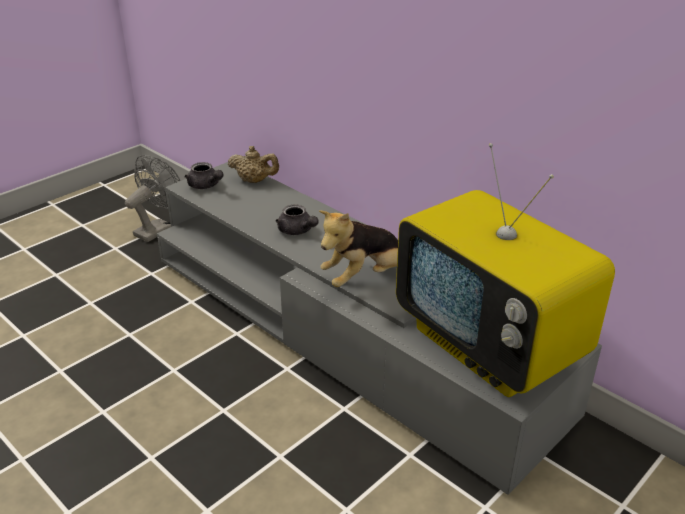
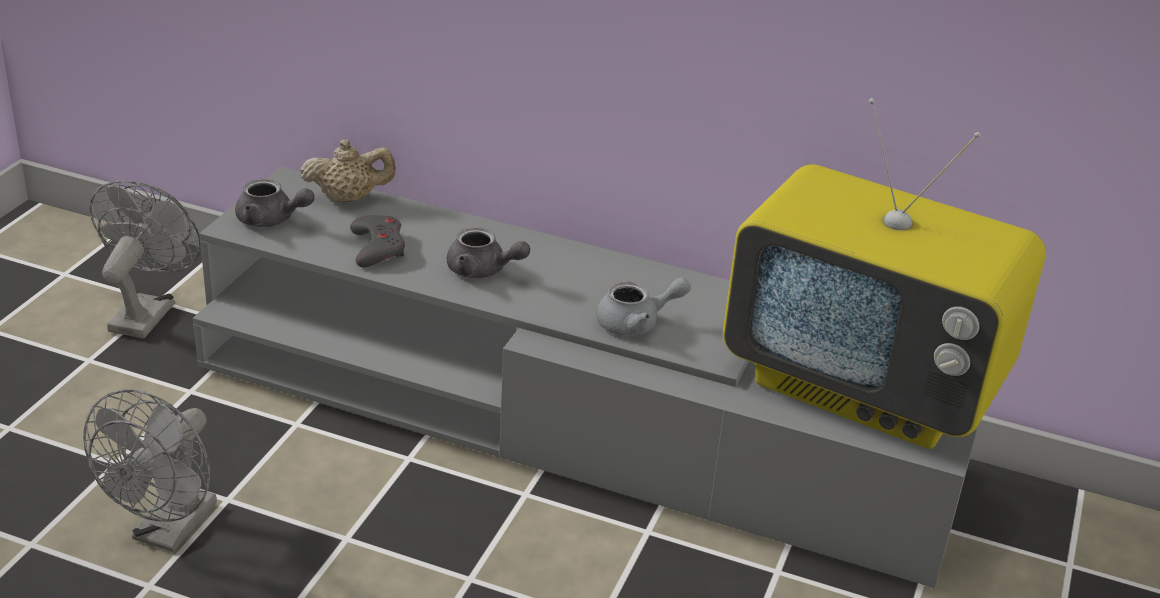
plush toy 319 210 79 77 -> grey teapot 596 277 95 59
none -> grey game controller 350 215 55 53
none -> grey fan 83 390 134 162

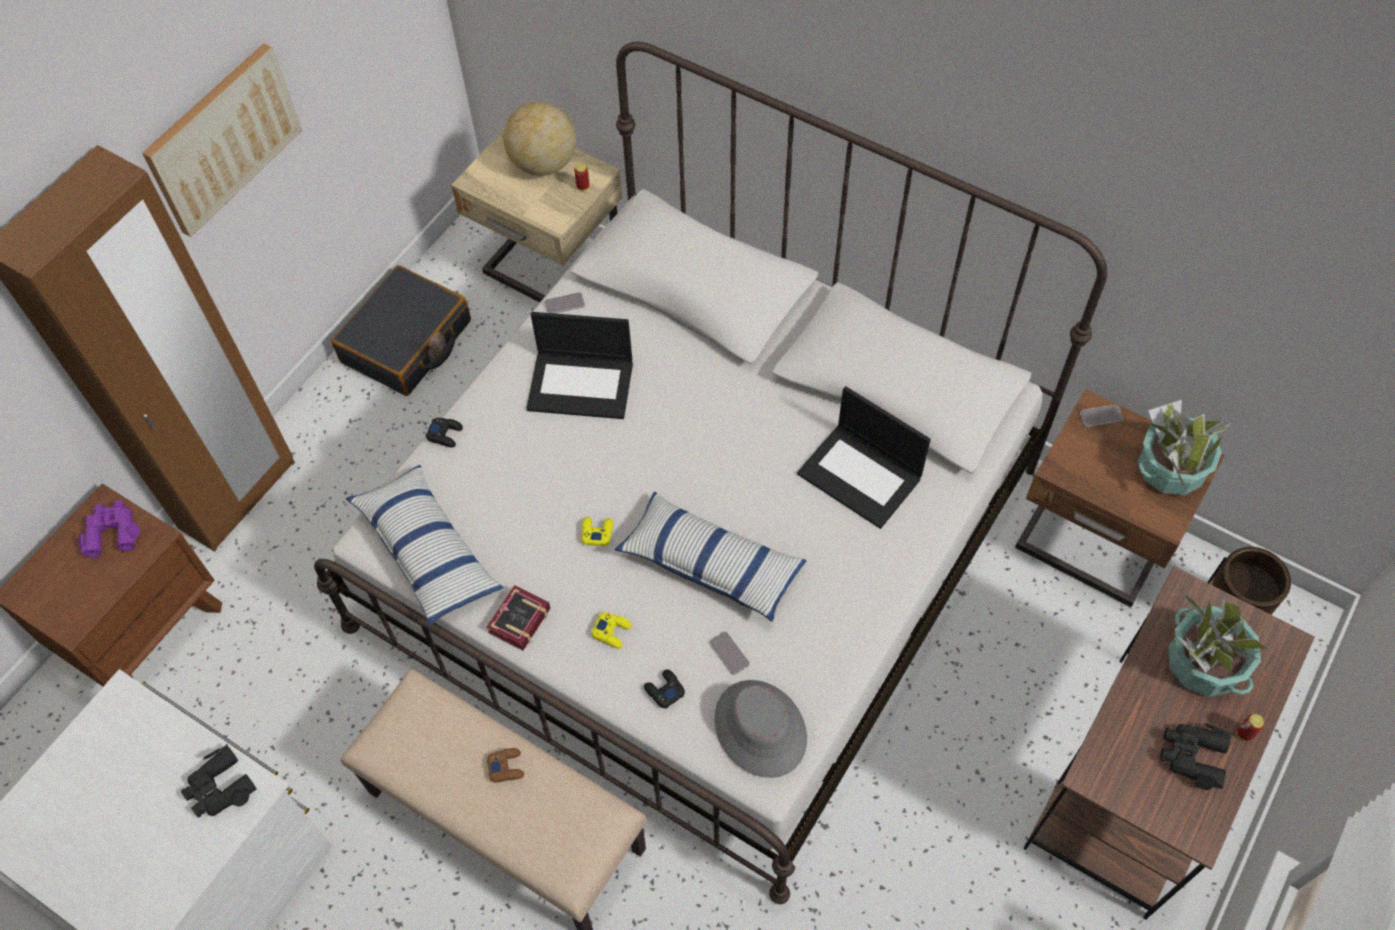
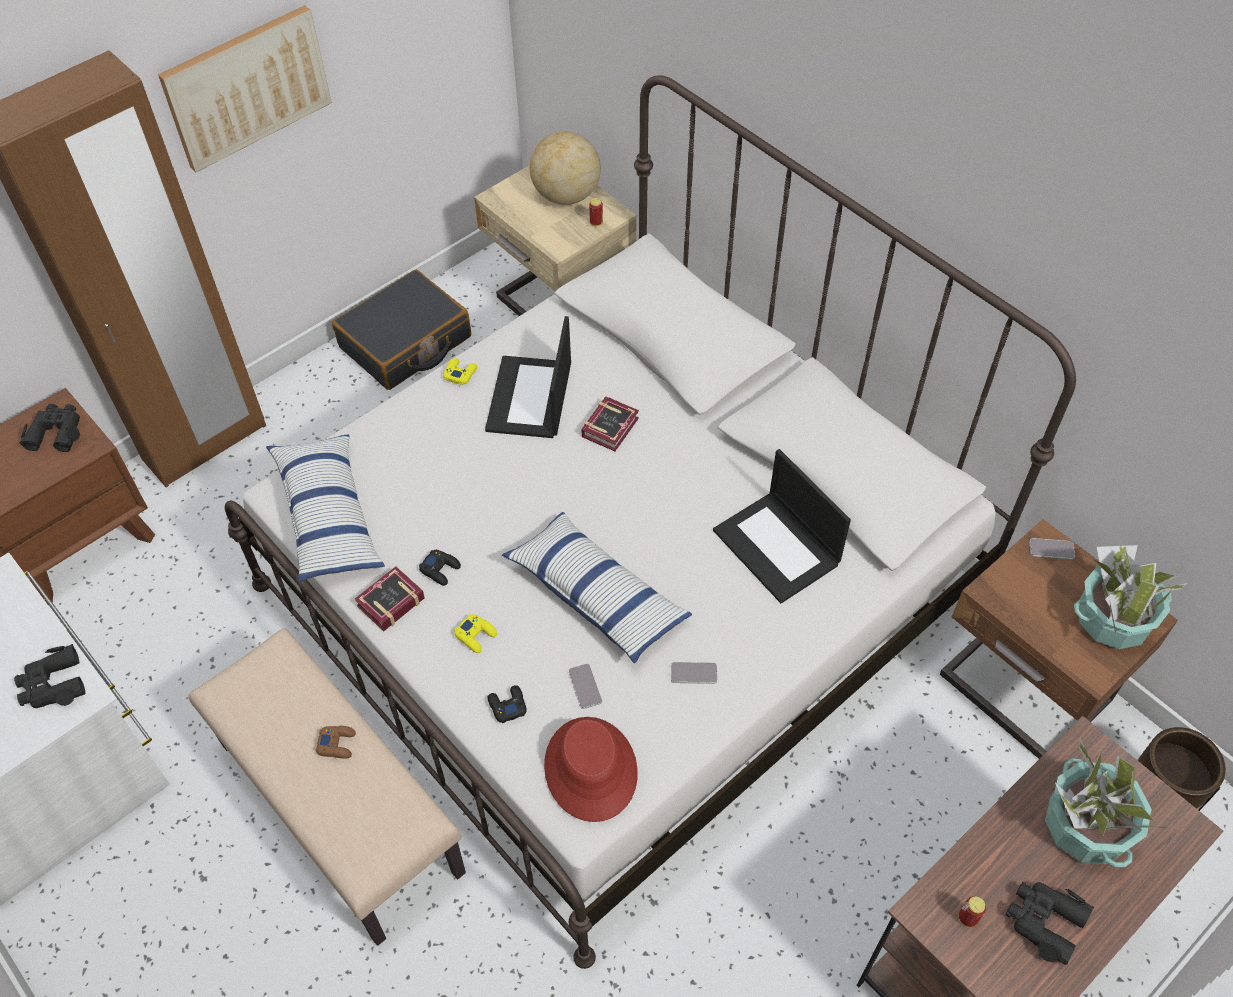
phone 545 292 40 22 -> phone 671 662 47 22, move
laptop 526 312 107 107 -> laptop 485 316 86 122, 75 degrees clockwise
black game controller 425 418 38 30 -> black game controller 419 550 42 36, move
purple binoculars 78 501 62 57 -> black binoculars 19 404 61 48
yellow game controller 581 517 32 29 -> yellow game controller 443 358 34 27, move
grey hat 714 680 93 98 -> red hat 544 717 94 105
can 1237 714 27 27 -> can 958 896 28 31, move
none -> book 582 396 57 55

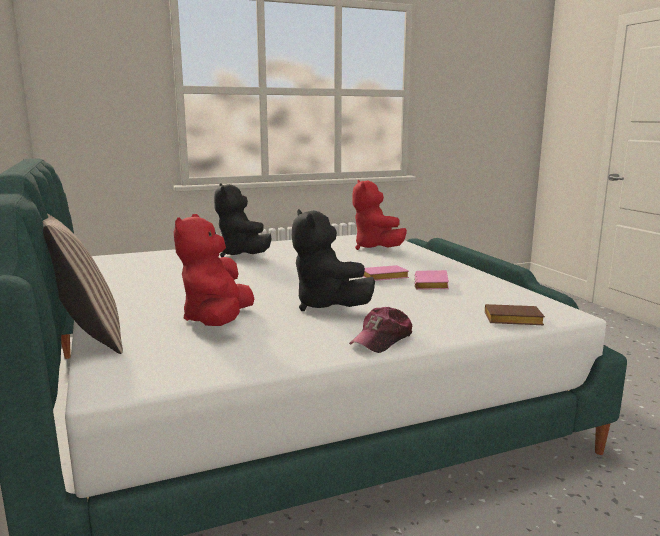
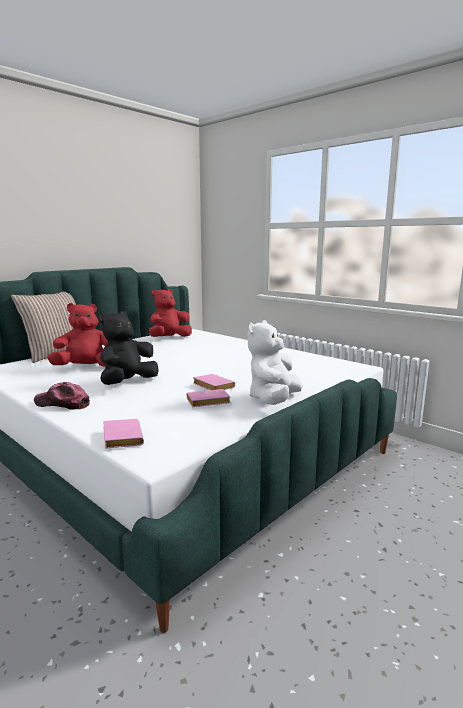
red plush toy 353 180 54 70 -> red plush toy 149 289 43 48, move
black plush toy 214 183 58 74 -> none
brown book 485 304 60 21 -> pink book 103 419 41 30
none -> white plush toy 247 320 56 85

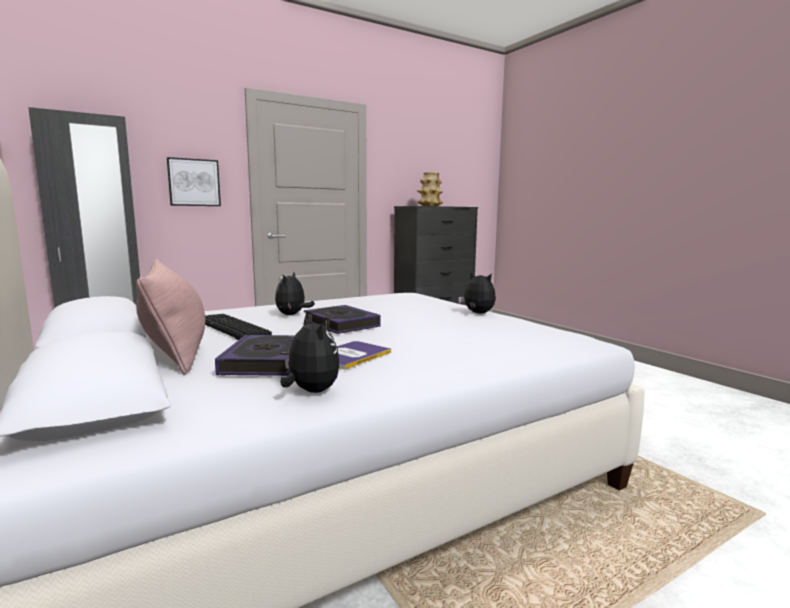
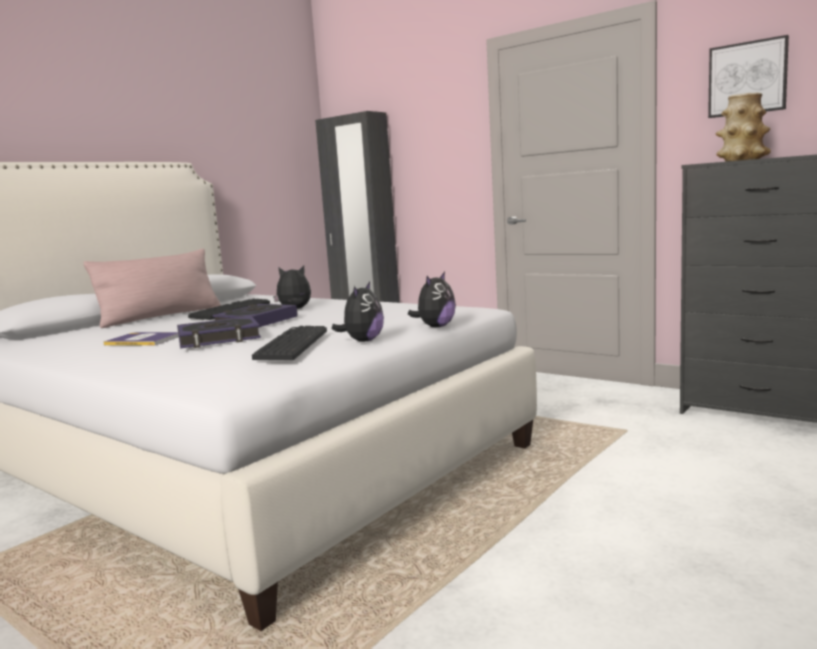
picture 167 157 54 49 -> picture 708 35 81 83, move
plush toy 280 315 60 78 -> plush toy 408 272 48 55, move
book 215 335 80 41 -> book 177 316 84 32, move
none -> keyboard 252 326 75 34

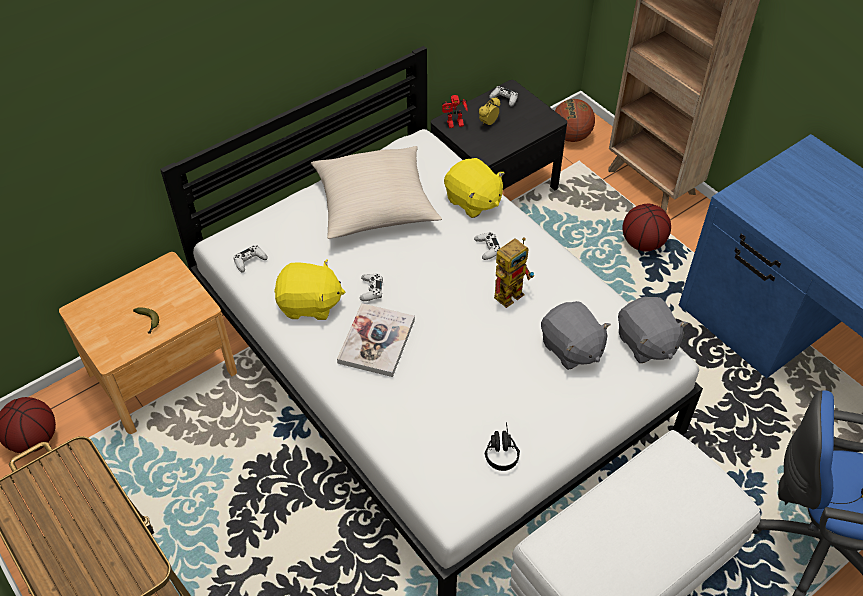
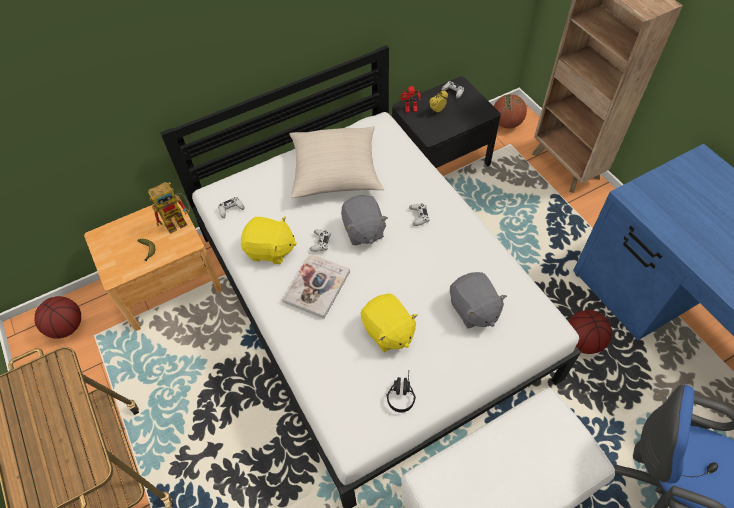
yellow plush toy 444 158 60 60 -> yellow plush toy 361 294 57 58, move
basketball 622 204 49 47 -> basketball 568 310 44 44, move
toy robot 494 237 41 71 -> toy robot 148 182 42 52, move
grey plush toy 618 297 70 66 -> grey plush toy 341 195 47 50, move

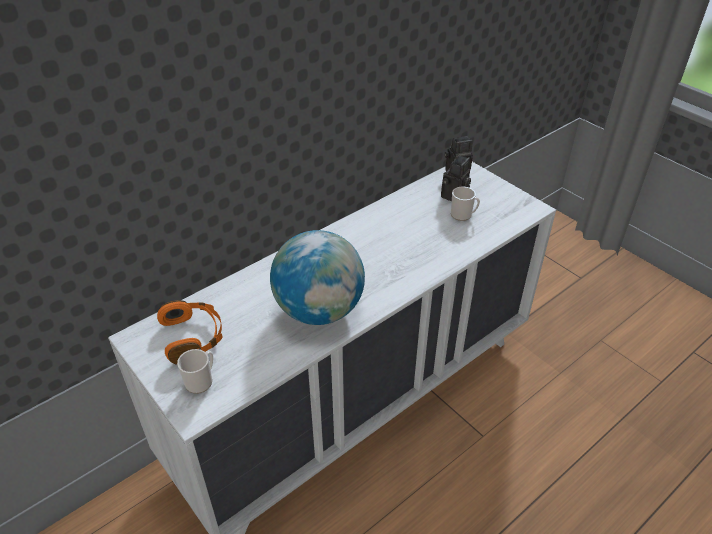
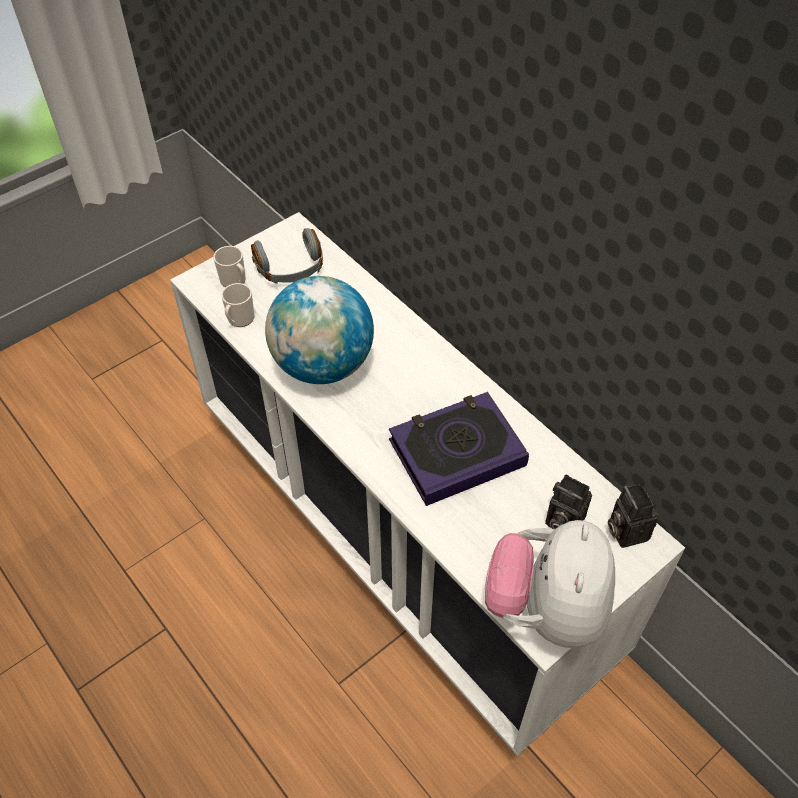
mug 451 186 29 35 -> mug 221 283 34 44, move
orange headphones 157 300 66 65 -> grey headphones 251 228 72 56
none -> book 389 392 140 114
none -> plush toy 485 520 130 128

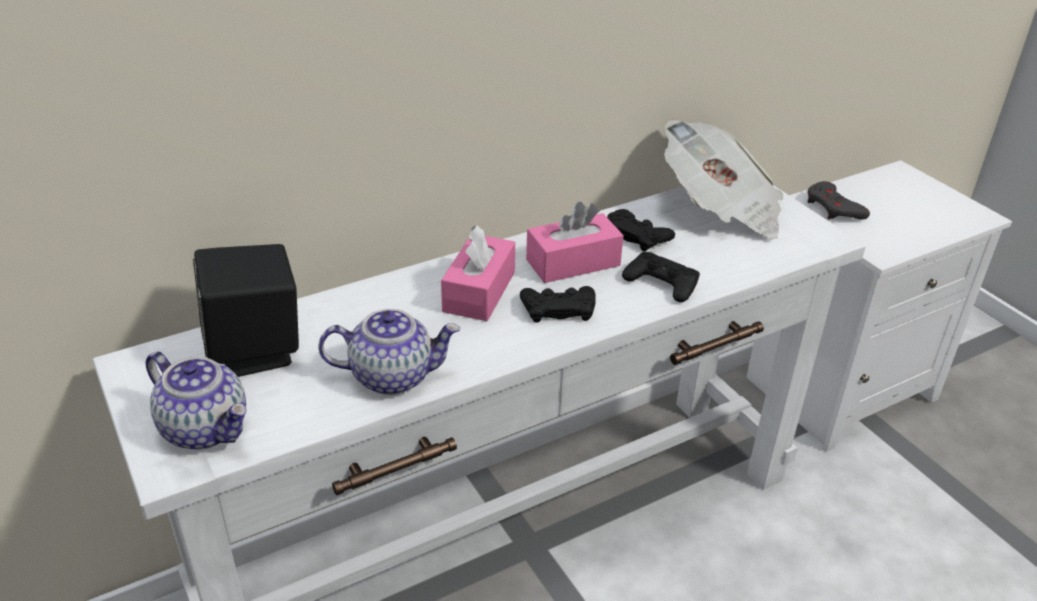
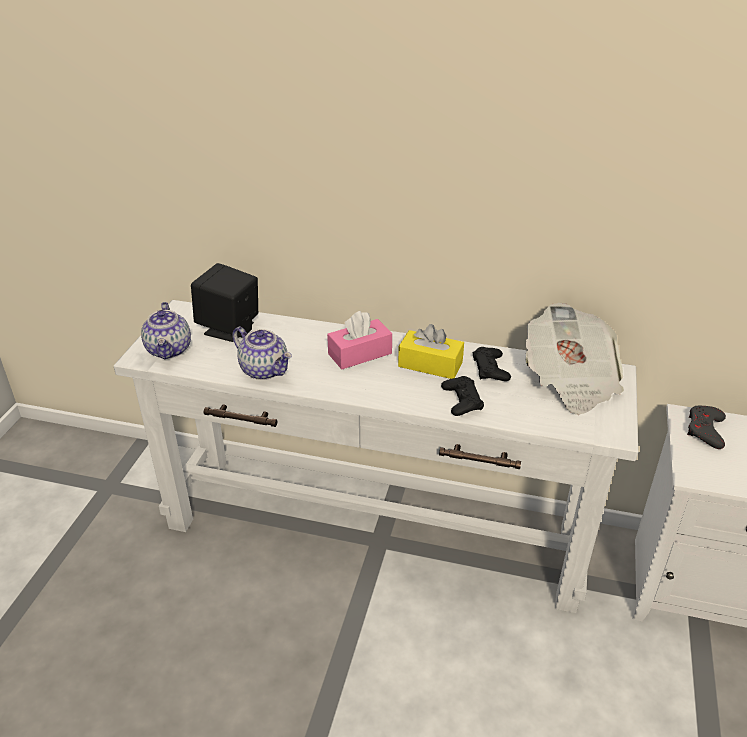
pink tissue box 526 202 97 81 -> yellow tissue box 398 324 66 55
black game controller 520 286 76 37 -> none

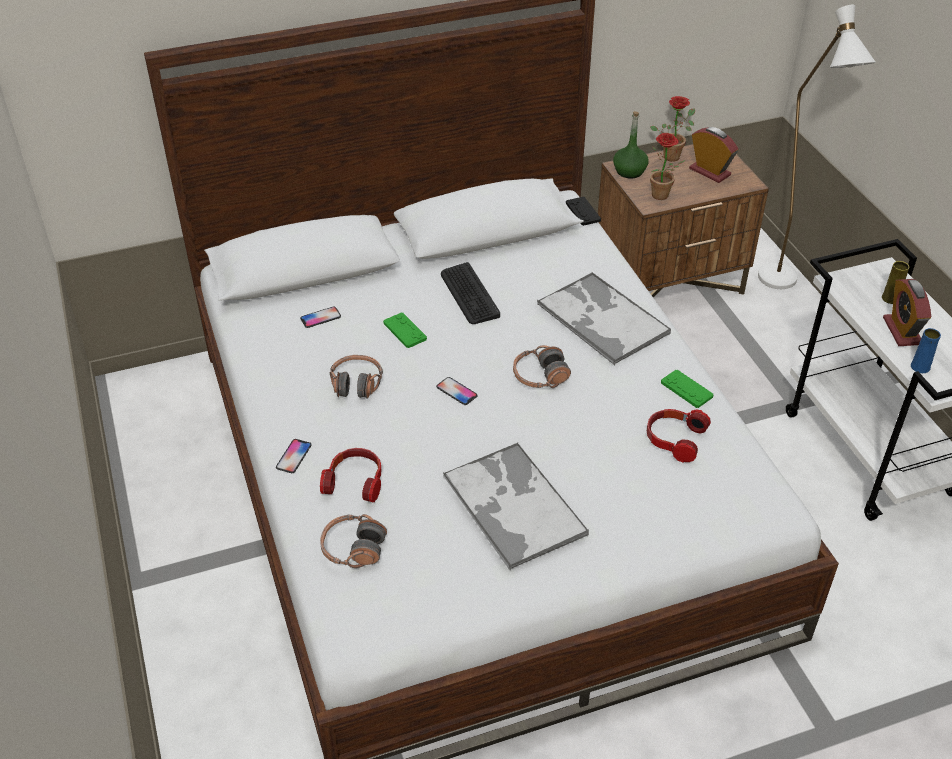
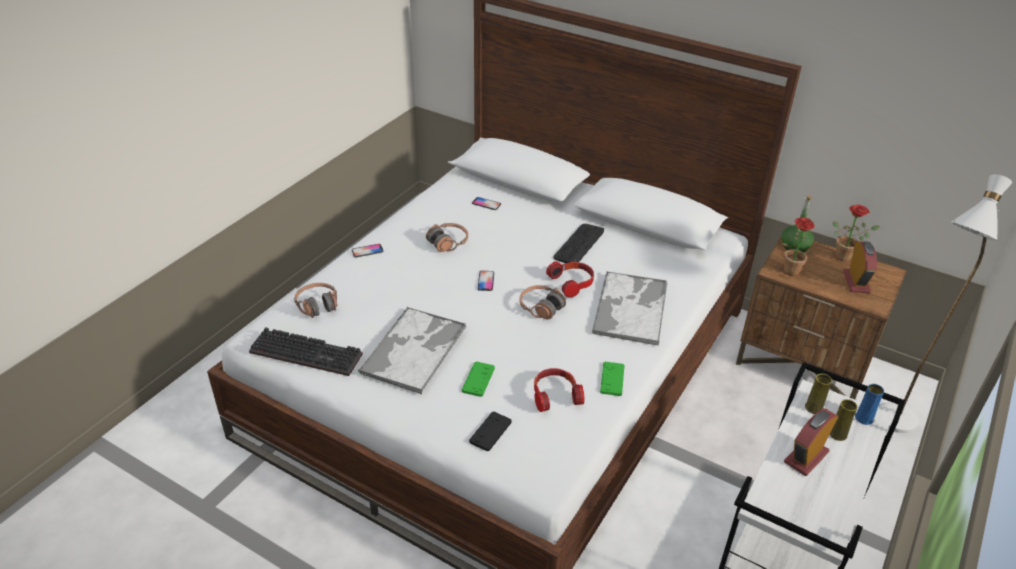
black game controller 566 197 35 29 -> black game controller 469 412 43 40, move
green game controller 383 312 44 36 -> green game controller 462 361 33 36, move
blue vase 911 328 30 45 -> blue vase 855 384 29 41, move
headphones 320 448 61 54 -> headphones 546 261 48 37, move
none -> keyboard 249 327 114 49
none -> yellow vase 805 374 27 40

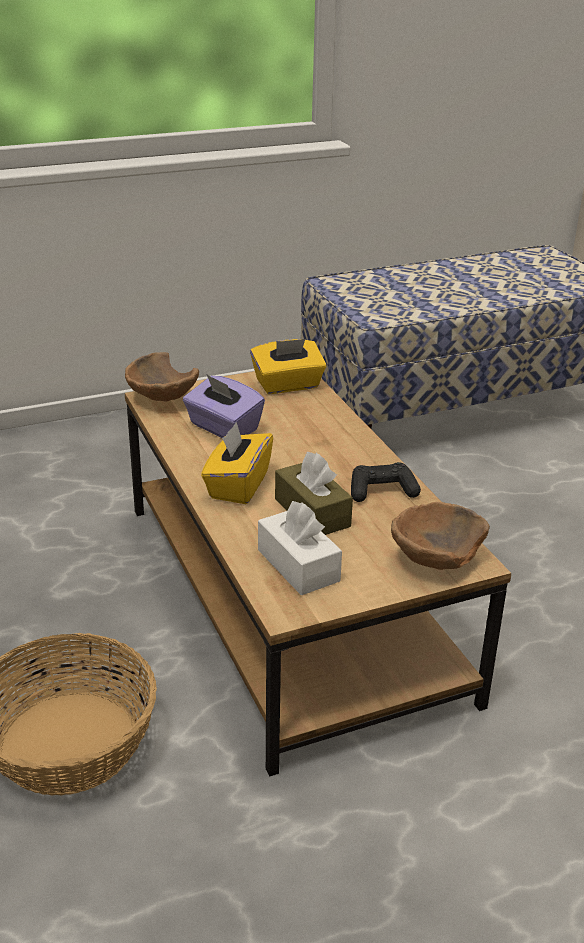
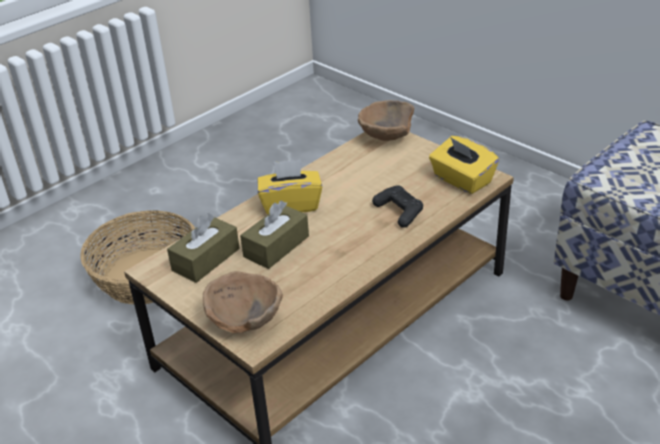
purple tissue box 183 375 82 63 -> none
black game controller 351 462 70 40 -> black game controller 372 185 51 43, move
white tissue box 258 501 84 94 -> brown tissue box 167 213 73 70

